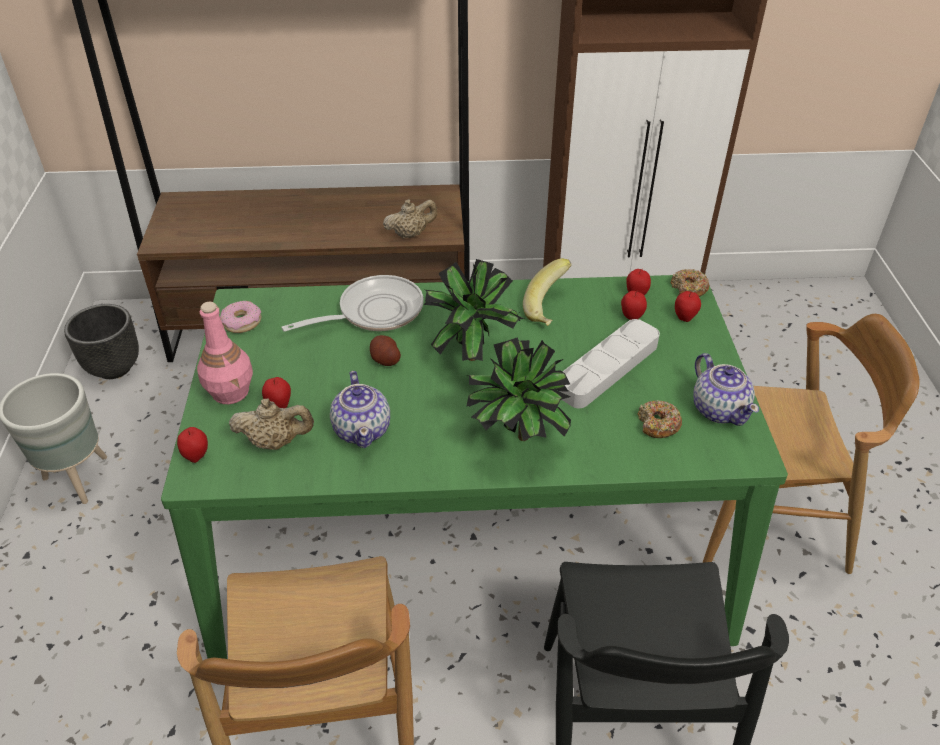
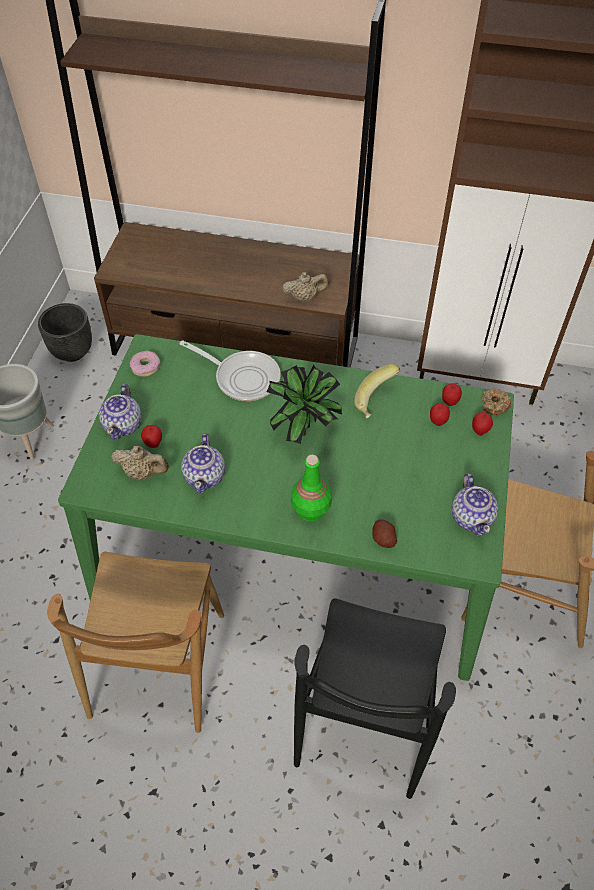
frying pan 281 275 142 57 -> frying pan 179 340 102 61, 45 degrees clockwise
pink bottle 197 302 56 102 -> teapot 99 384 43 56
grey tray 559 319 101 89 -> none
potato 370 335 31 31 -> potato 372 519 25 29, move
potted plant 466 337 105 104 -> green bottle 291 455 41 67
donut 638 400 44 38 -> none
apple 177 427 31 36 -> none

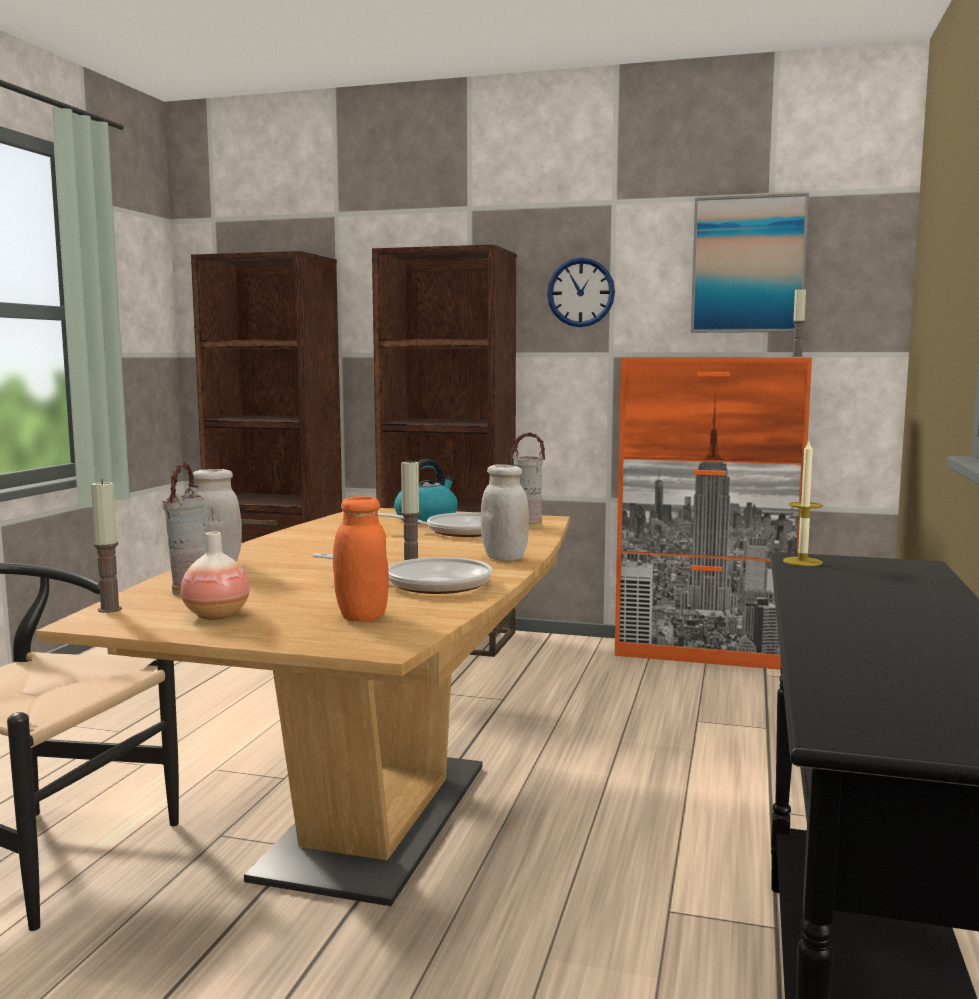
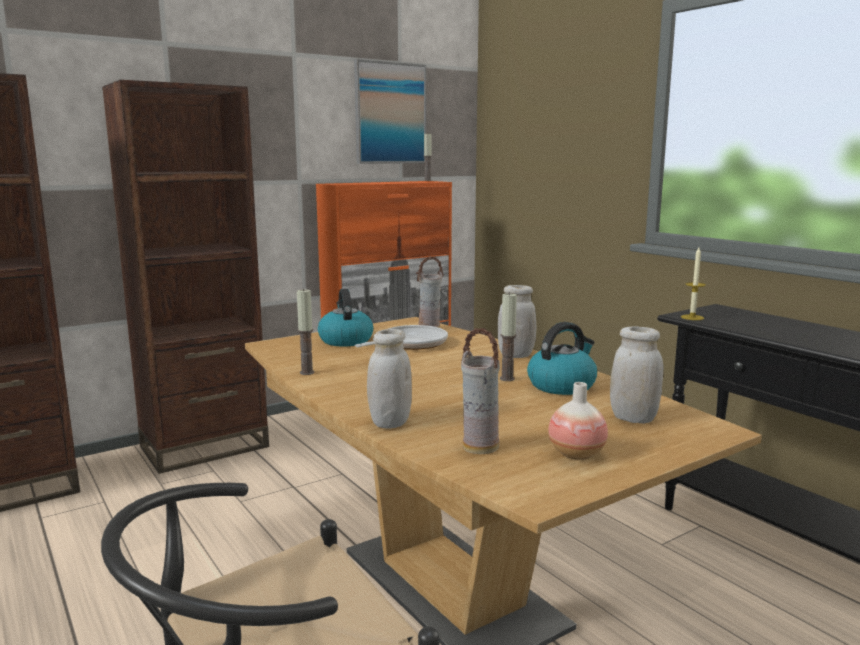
wall clock 547 258 68 69 -> none
candle 91 479 31 134 -> candle 297 288 18 87, move
orange jar 333 496 56 126 -> white jar 610 326 53 97
frying pan 313 553 179 41 -> kettle 527 322 70 73

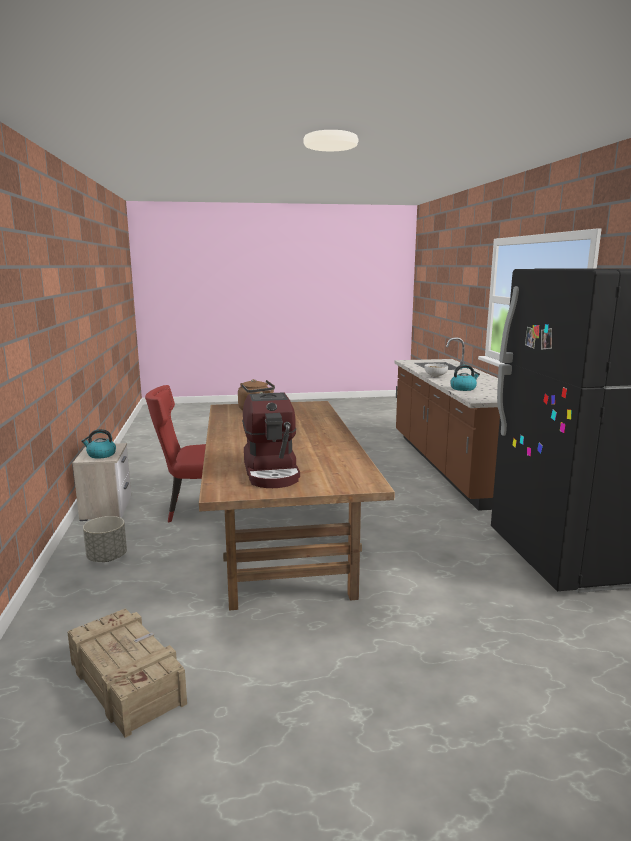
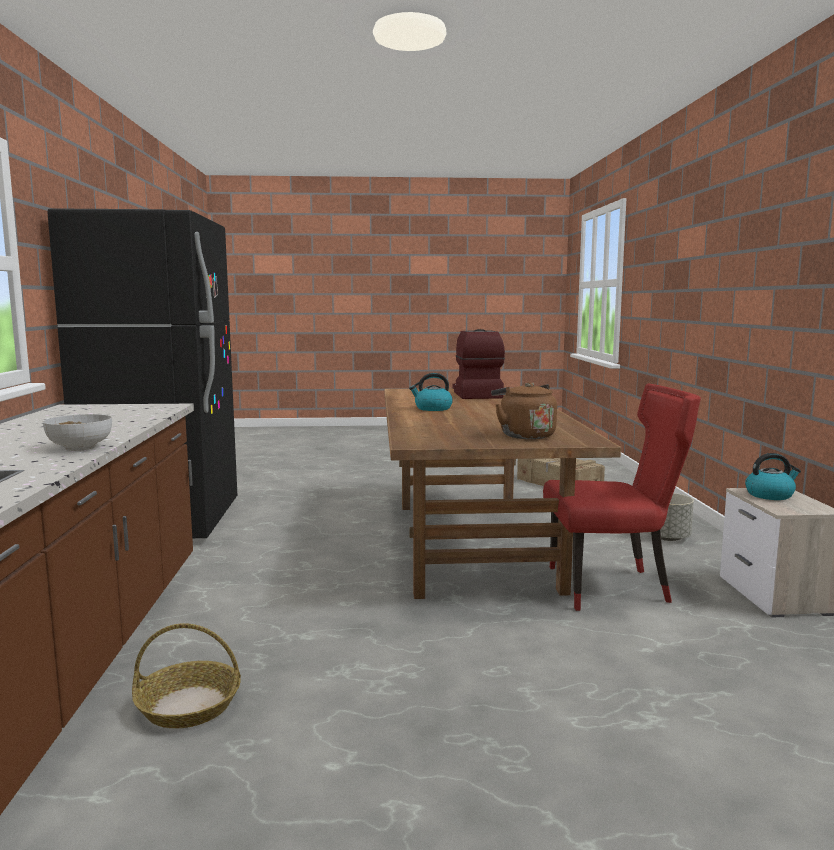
kettle 450 365 30 26 -> kettle 409 373 44 38, move
none -> basket 132 623 109 105

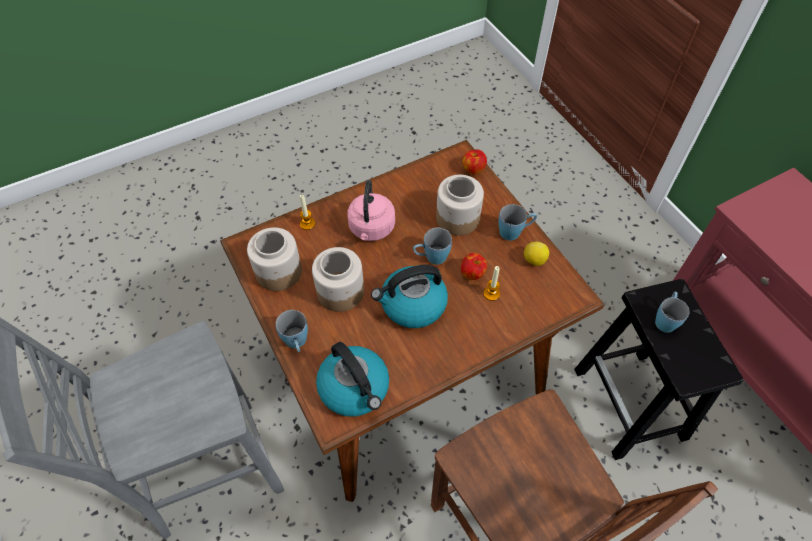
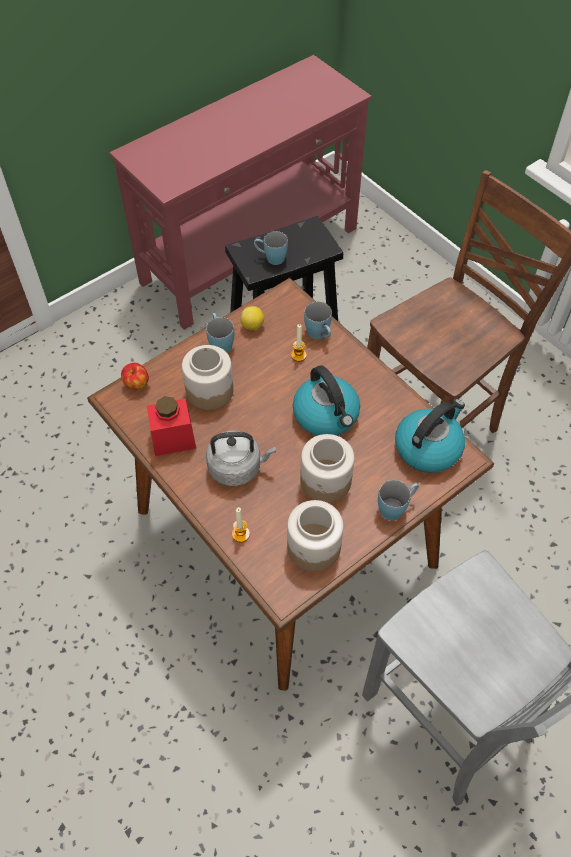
pink kettle 347 180 48 61 -> grey kettle 206 431 70 55
blue mug 413 228 39 37 -> blue mug 304 301 28 38, move
apple 461 253 26 27 -> none
none -> red jar 147 396 49 60

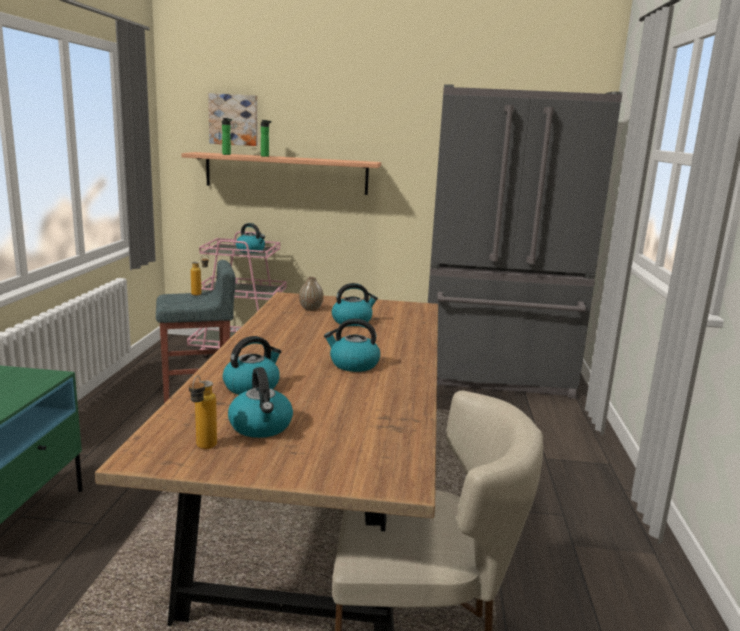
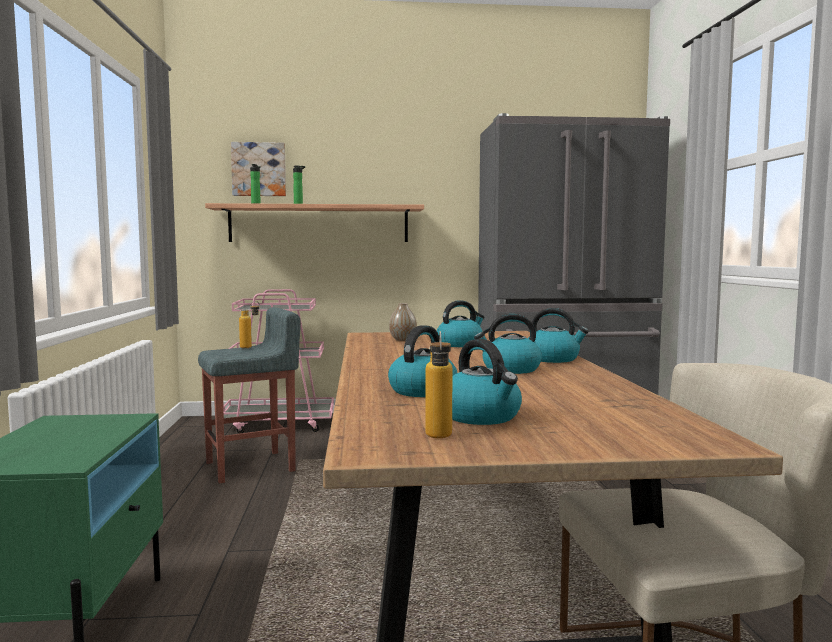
kettle 236 223 29 30 -> kettle 528 308 61 55, move

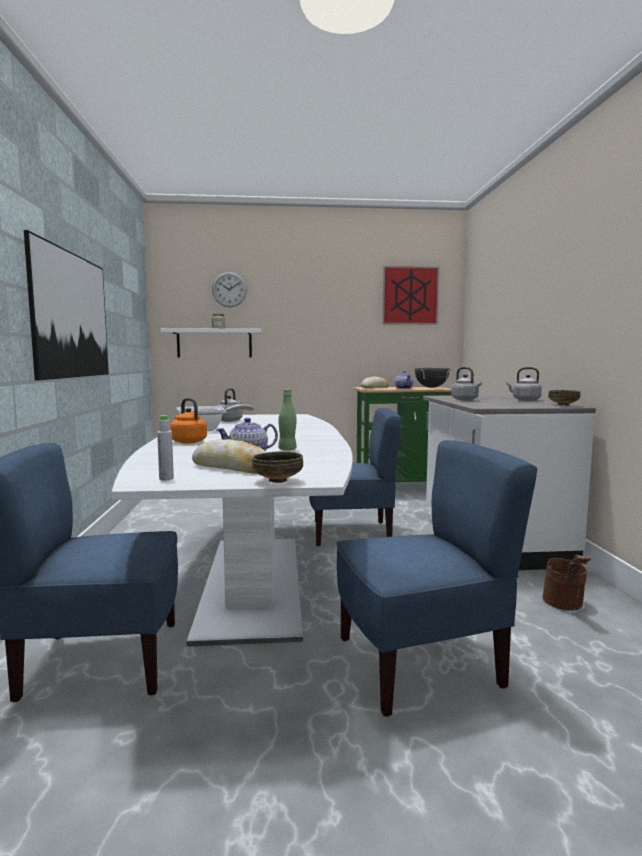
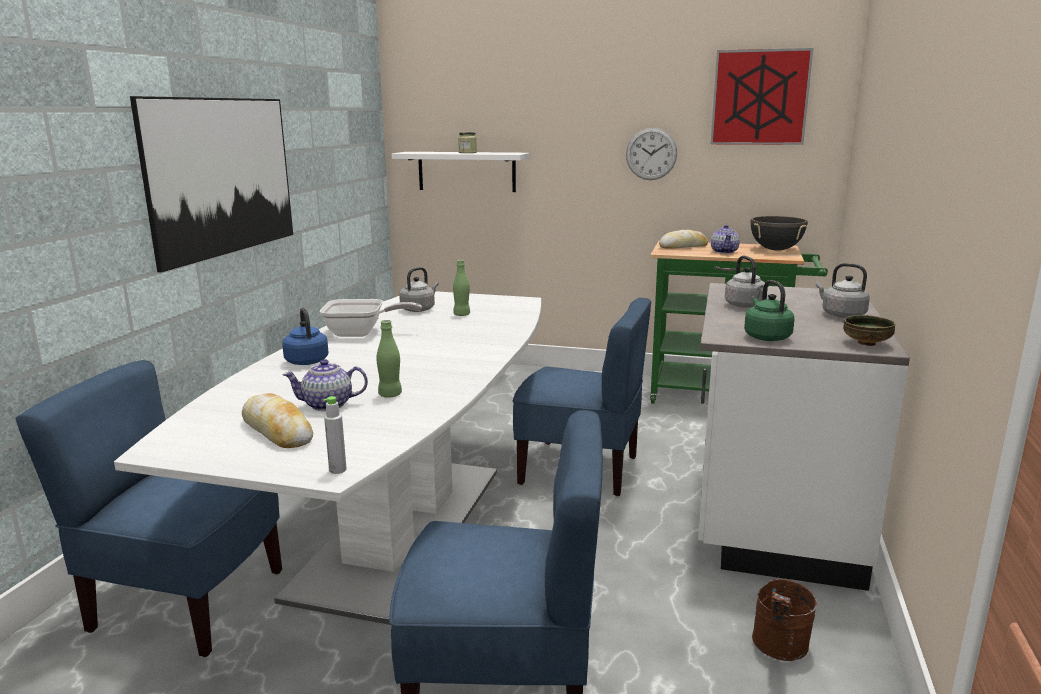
wall clock 212 272 35 35 -> wall clock 626 128 51 52, move
orange kettle 170 398 37 45 -> blue kettle 282 308 47 57
grey bottle 157 415 17 65 -> grey bottle 324 396 23 78, move
bowl 252 452 51 31 -> none
none -> green bottle 453 260 17 56
none -> green kettle 744 280 51 61

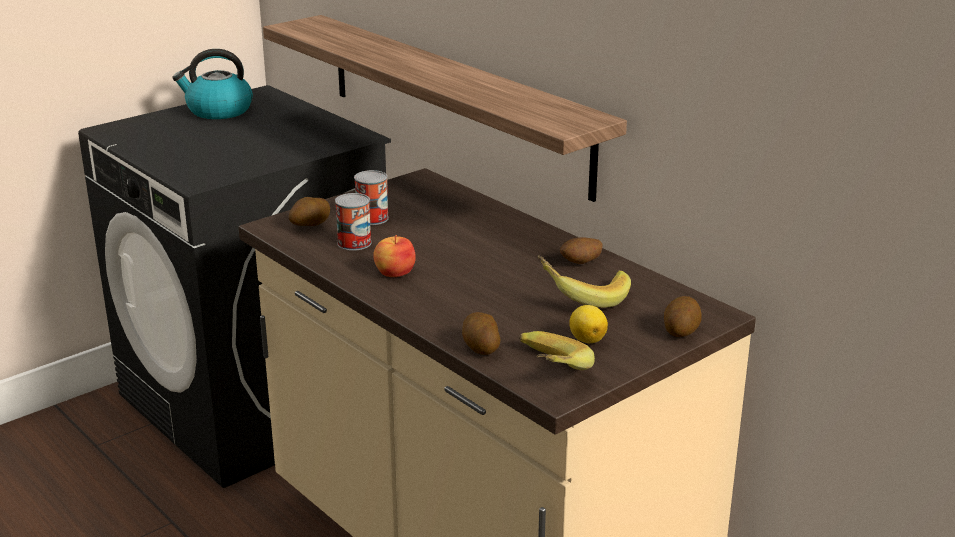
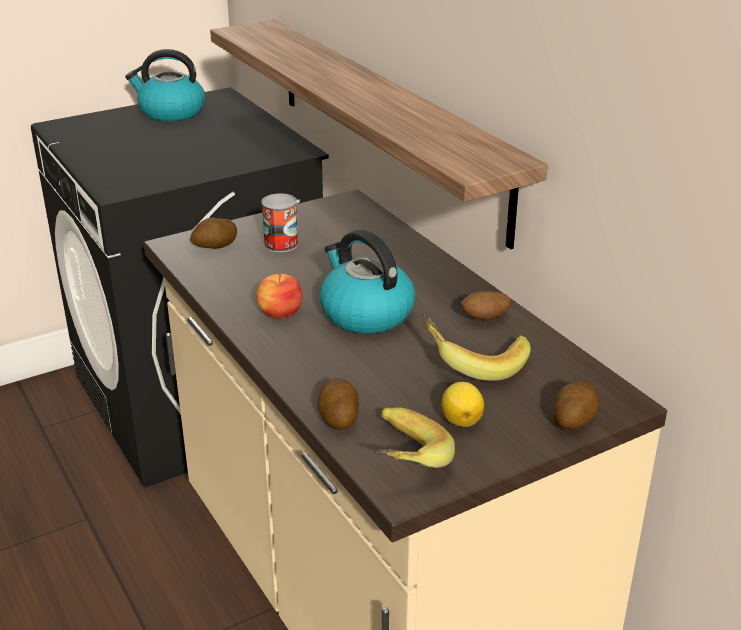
can 335 193 37 58 -> none
none -> kettle 320 229 95 105

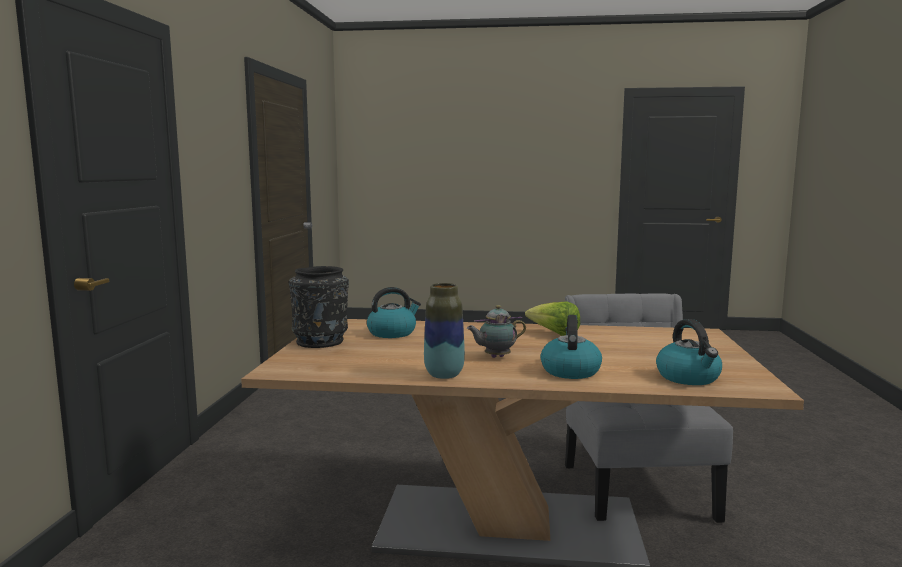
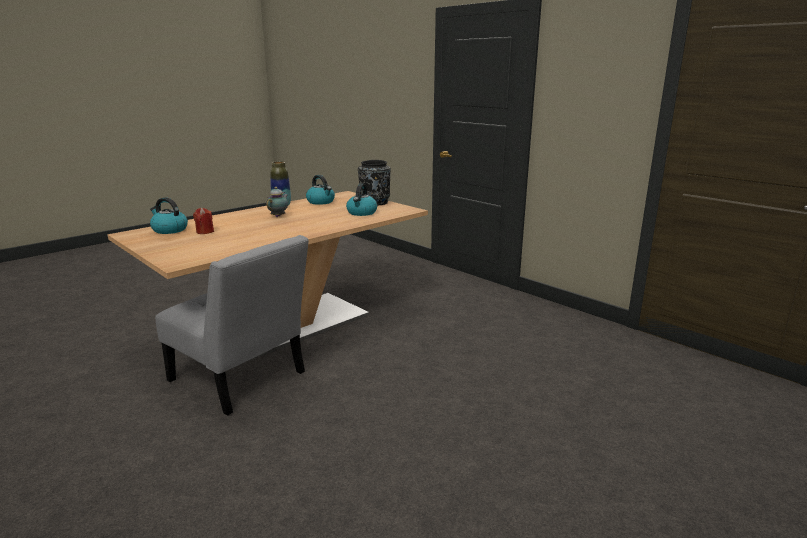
lettuce 525 301 55 35 -> none
kettle 541 315 61 64 -> kettle 306 175 29 30, move
none -> red candle 193 208 21 26

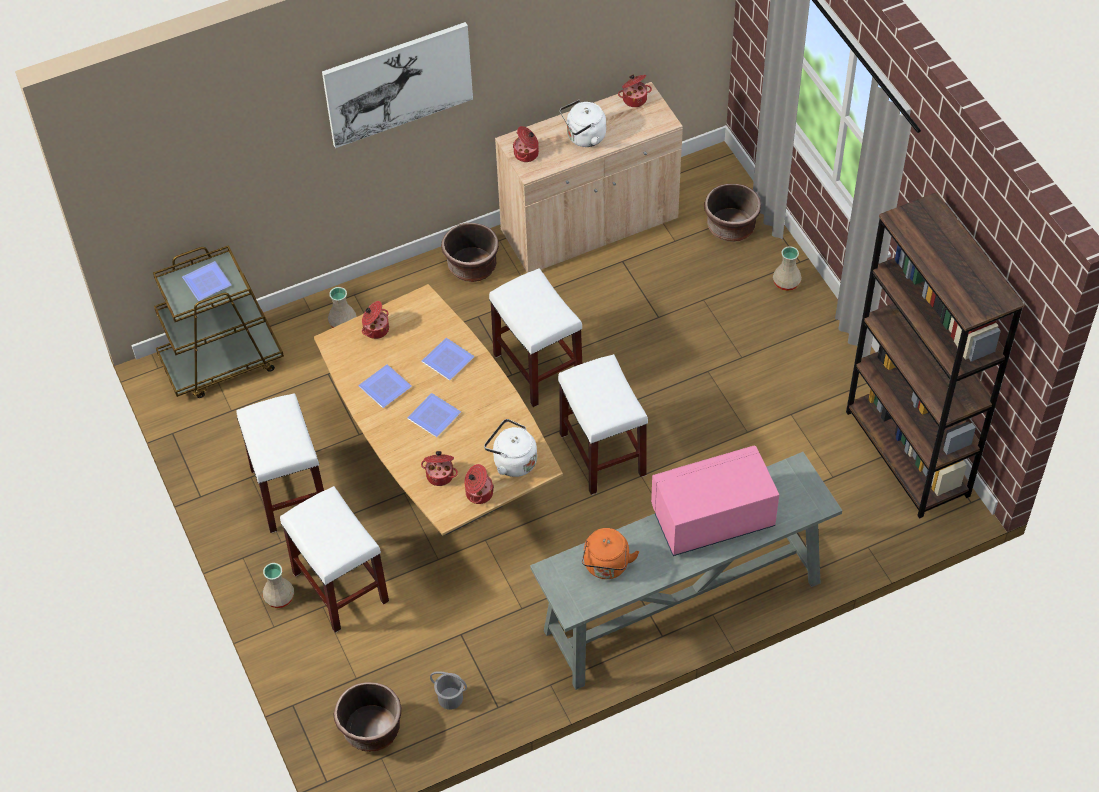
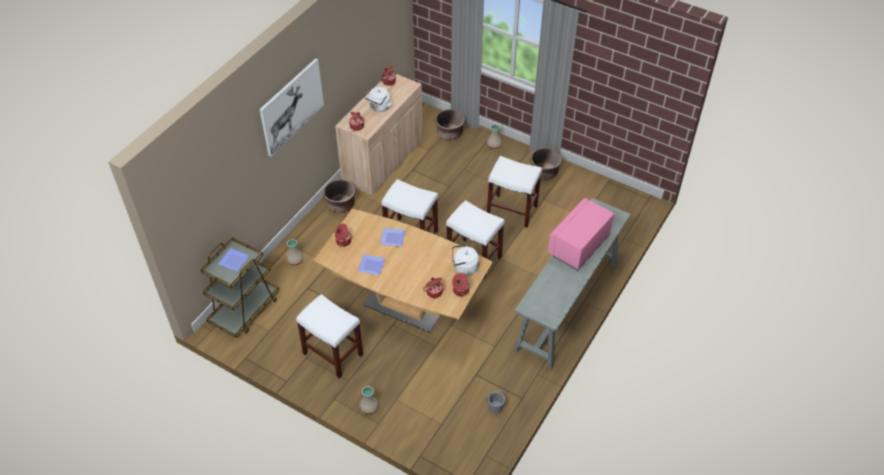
brown bookcase 846 192 178 327 -> none
plate 407 393 54 44 -> none
white stool 280 486 109 147 -> white stool 487 156 55 72, move
orange kettle 582 528 57 51 -> none
brown planter 334 682 67 70 -> brown planter 530 148 32 32, move

